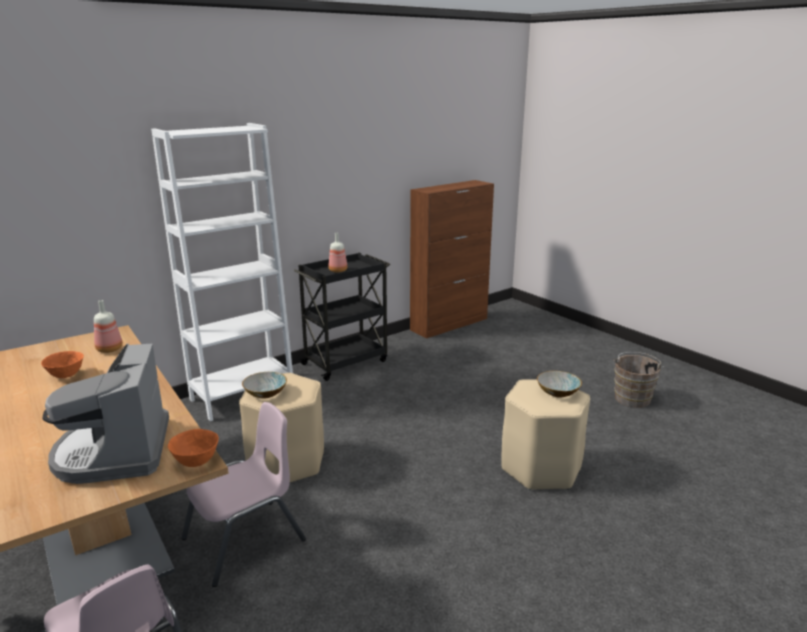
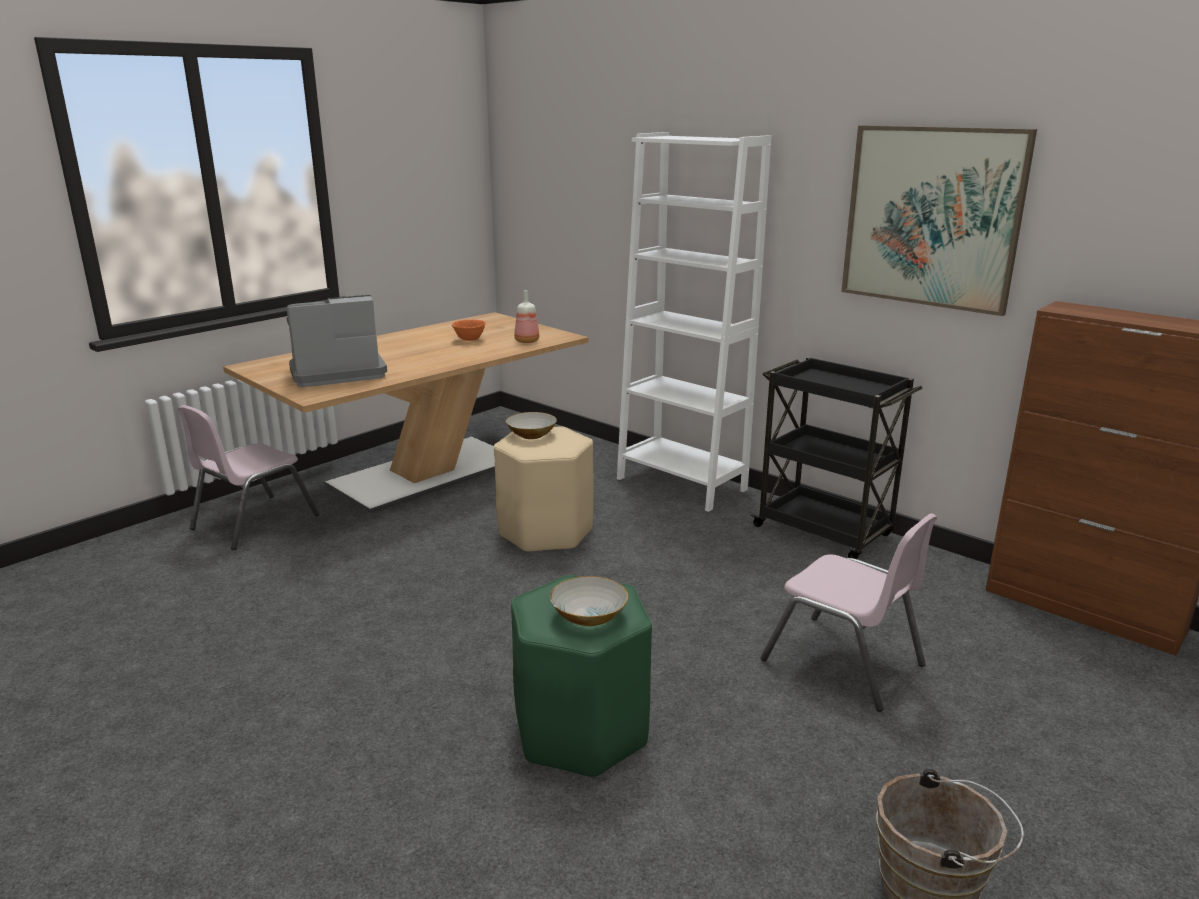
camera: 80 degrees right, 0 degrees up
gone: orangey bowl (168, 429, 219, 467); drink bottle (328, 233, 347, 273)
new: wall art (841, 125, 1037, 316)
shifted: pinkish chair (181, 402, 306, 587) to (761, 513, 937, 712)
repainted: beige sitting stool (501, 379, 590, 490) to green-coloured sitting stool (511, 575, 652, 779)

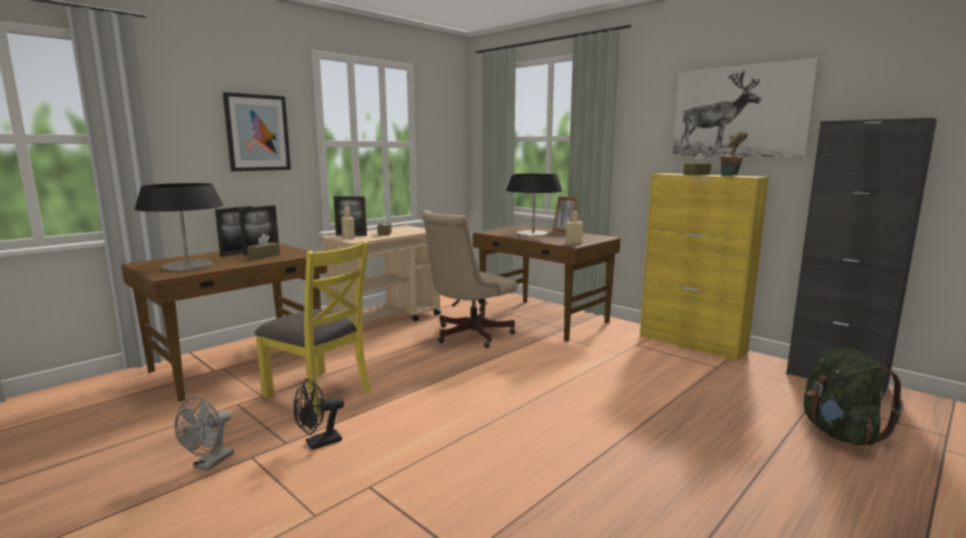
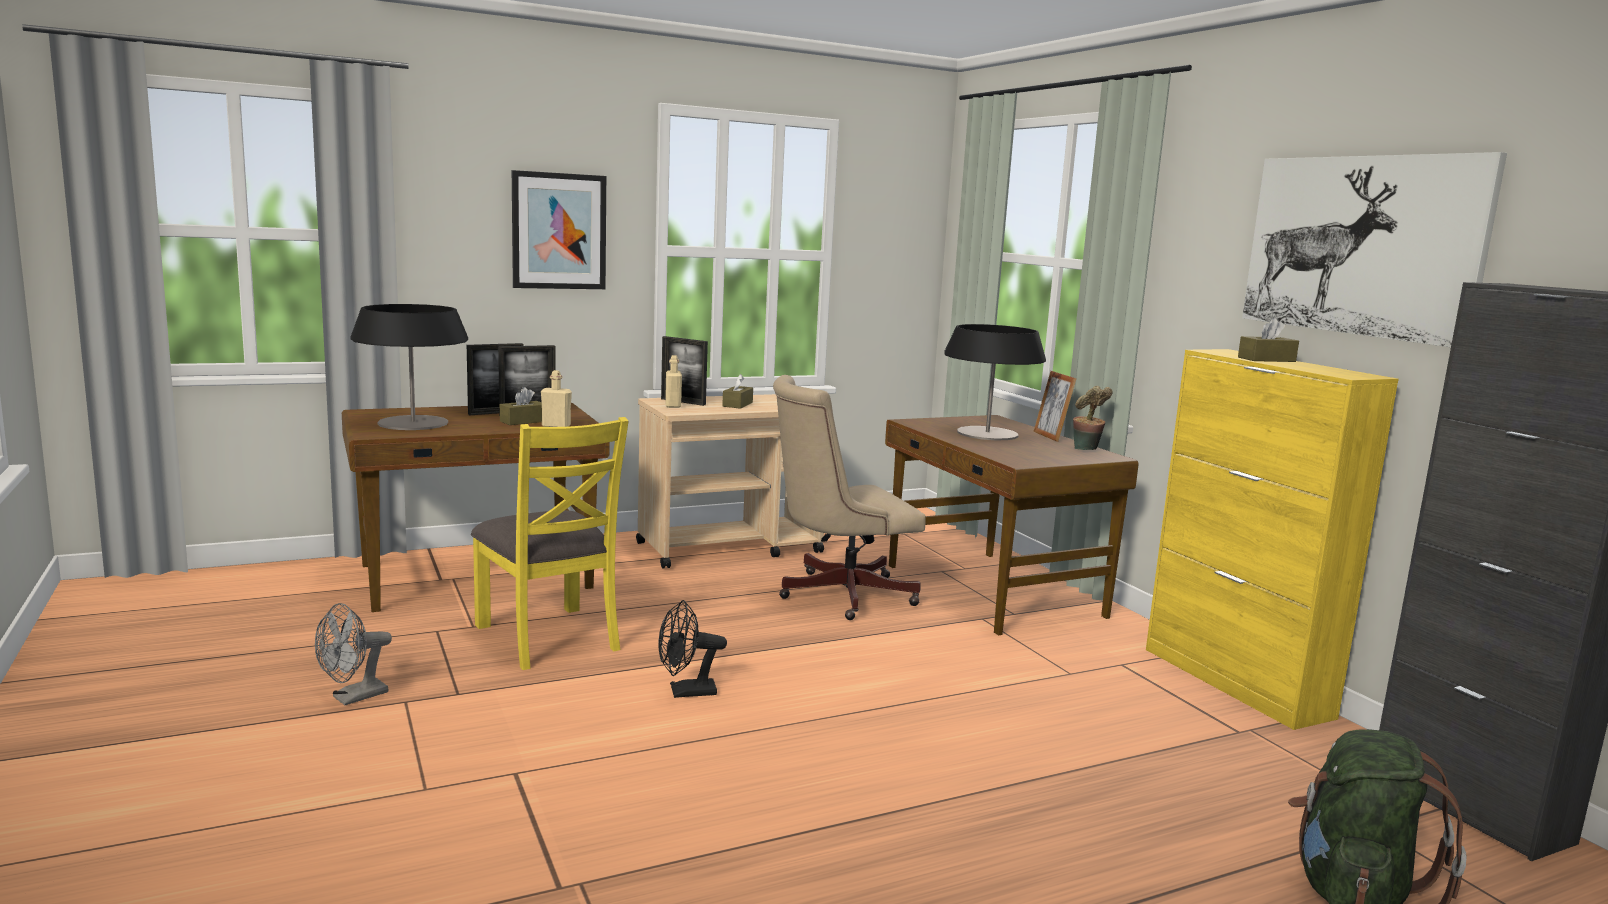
camera: 20 degrees right, 0 degrees up
shifted: black-coloured electric fan (293, 379, 344, 450) to (658, 600, 727, 698); beige drink bottle (566, 211, 583, 245) to (541, 370, 572, 427); potted plant (721, 131, 748, 176) to (1073, 386, 1113, 450)

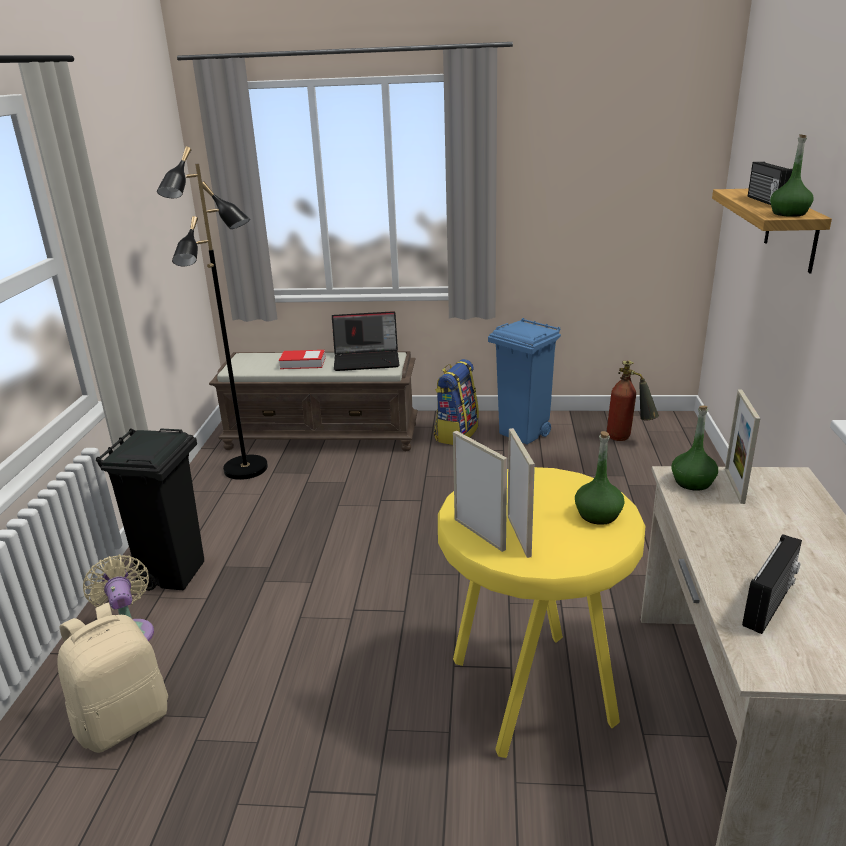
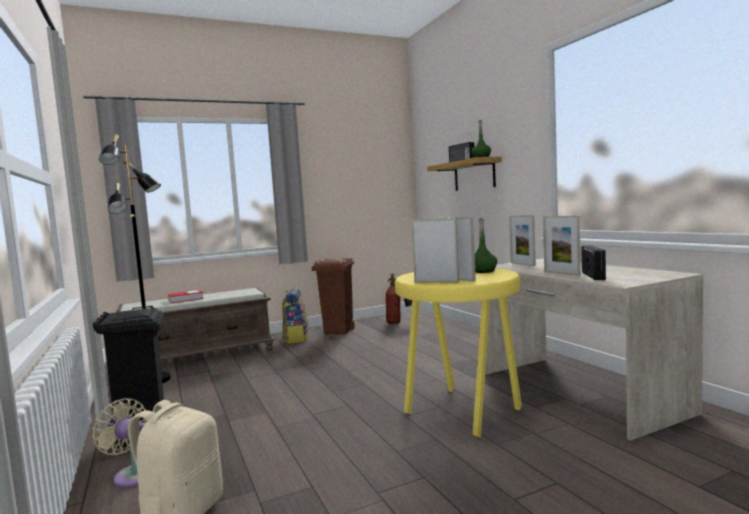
camera: 30 degrees left, 20 degrees down
gone: notebook computer (332, 311, 399, 371); green-coloured drink bottle (671, 405, 718, 491)
new: picture frame (543, 216, 581, 276)
repainted: blue-coloured waste bin (488, 318, 561, 444) to brownish waste bin (312, 258, 355, 334)

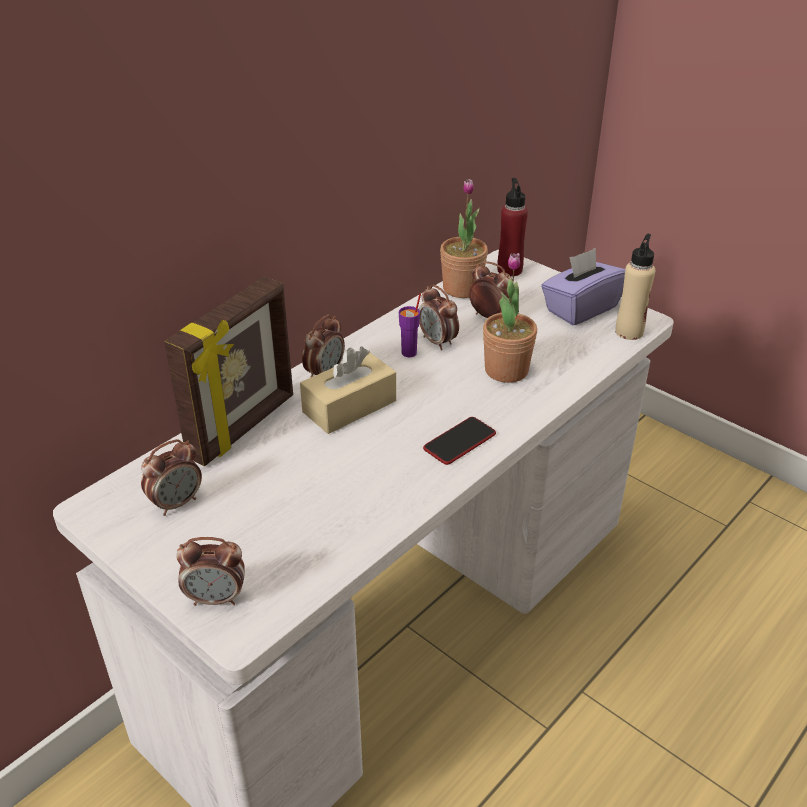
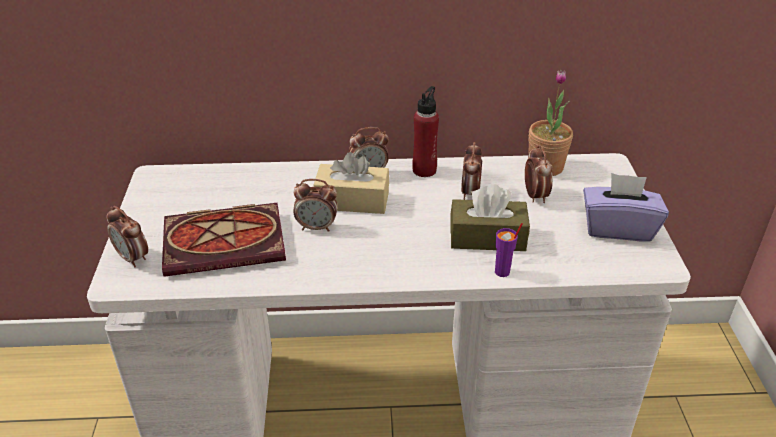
camera: 45 degrees right, 0 degrees up
gone: picture frame (164, 277, 293, 466); telephone (423, 417, 496, 465); beige drink bottle (615, 234, 655, 340)
new: bound book (162, 203, 286, 277)
shifted: table clock (141, 439, 202, 516) to (294, 179, 337, 232); purple cup (399, 293, 421, 357) to (495, 223, 523, 277); reddish drink bottle (497, 178, 528, 277) to (412, 86, 439, 177)
swapped: potted plant (483, 253, 537, 383) to brownish tissue holder (450, 184, 530, 251)

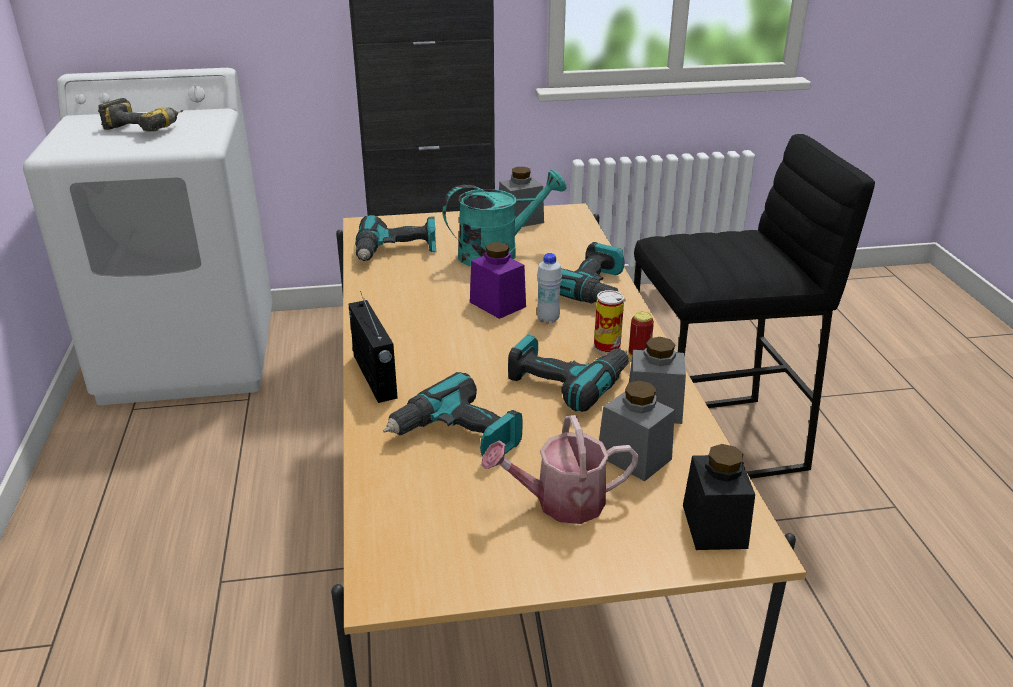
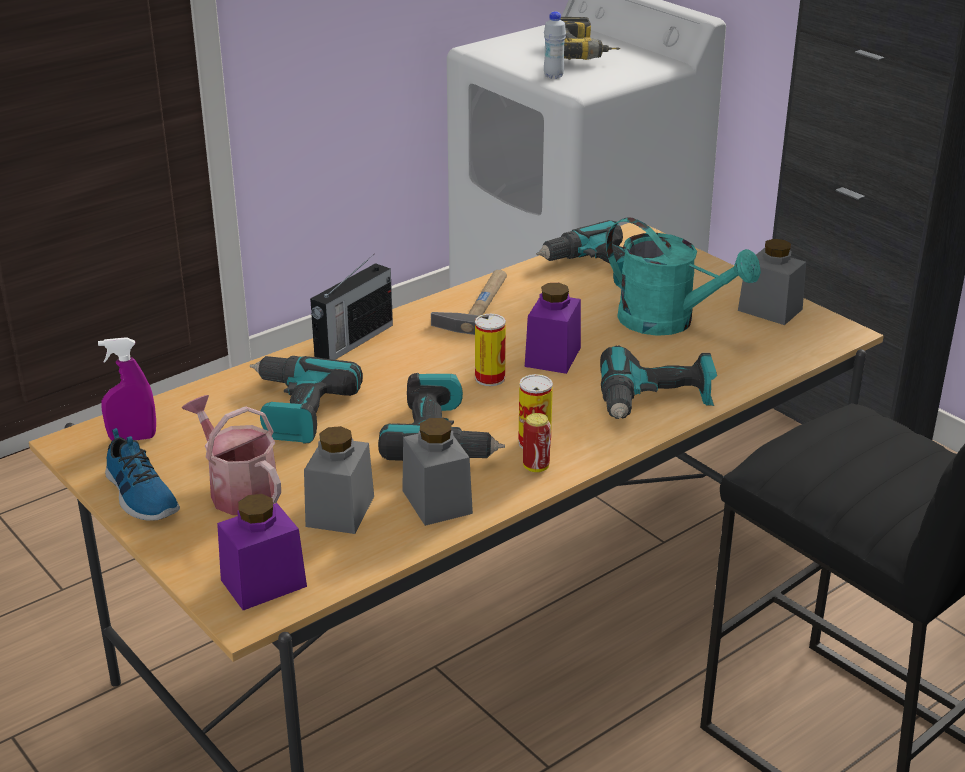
camera: 60 degrees right, 0 degrees up
new: purple hand sprayer (98, 337, 156, 440); item of footwear (105, 428, 180, 521); hammer (431, 270, 507, 335); sealed can (475, 314, 506, 386)
shifted: white drink bottle (537, 253, 562, 324) to (544, 12, 566, 79)
repainted: black-coloured storage jar (683, 444, 755, 550) to purple storage jar (217, 494, 307, 610)

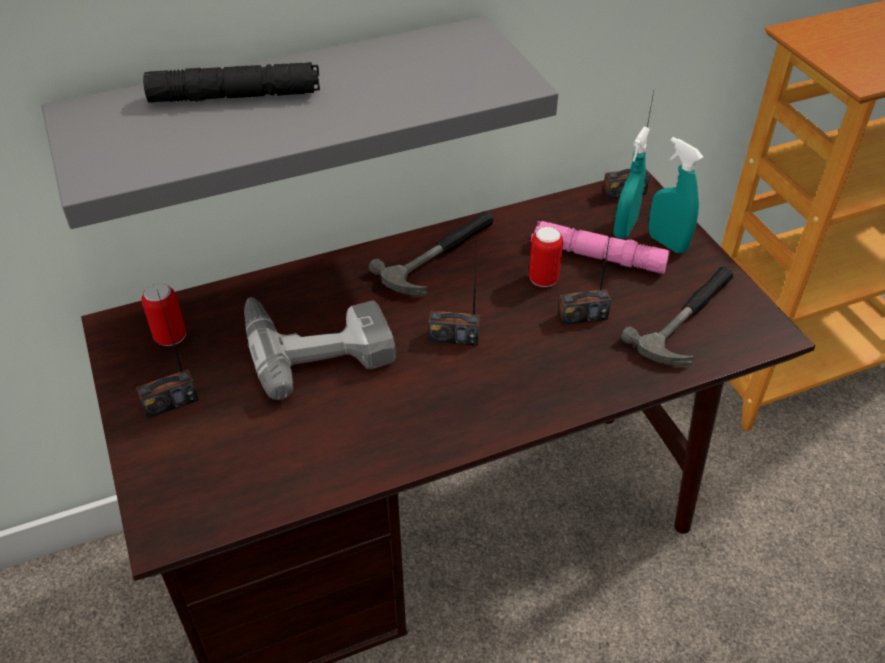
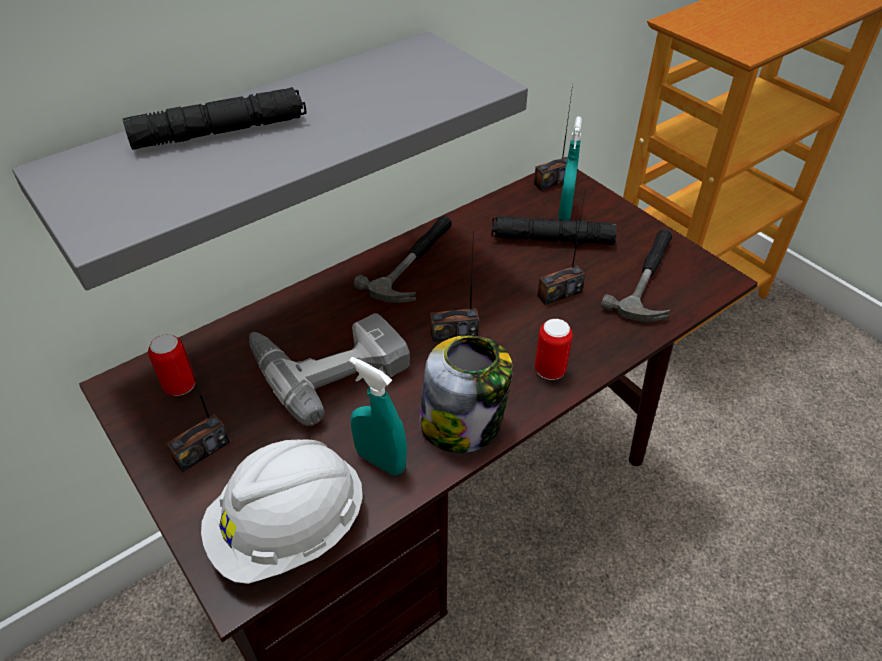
camera: 15 degrees left, 0 degrees up
new: white safety helmet (201, 439, 363, 584); storage jar (419, 335, 513, 453)
shifted: sealed can (529, 227, 563, 287) to (535, 319, 573, 380); blue-green hand sprayer (648, 137, 703, 254) to (349, 357, 407, 476)
repainted: pinkish torch (531, 221, 670, 274) to black-coloured torch (491, 216, 617, 245)

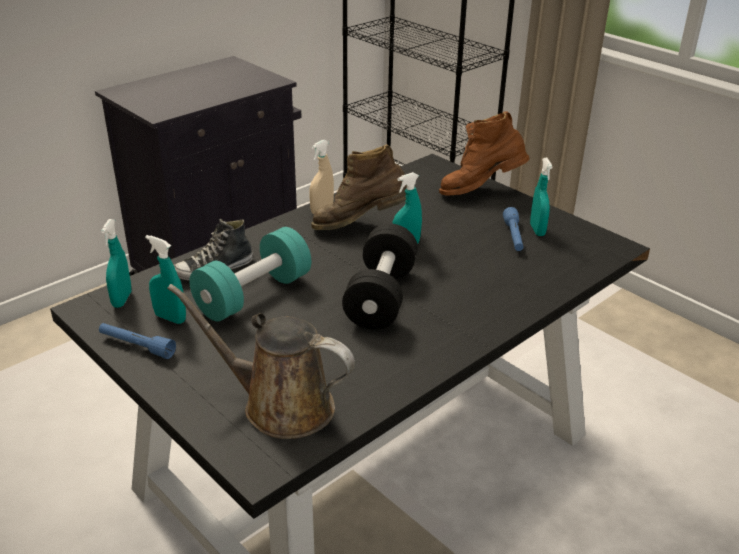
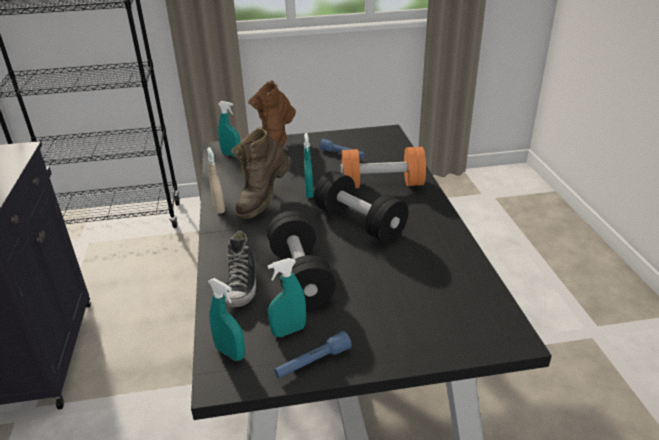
camera: 55 degrees left, 0 degrees up
gone: brownish sprinkling can (167, 284, 355, 439)
new: orangey free weight (340, 147, 426, 188)
shifted: blue-green hand sprayer (530, 158, 553, 236) to (218, 101, 241, 157)
repainted: blue-green free weight (189, 227, 311, 322) to black-coloured free weight (267, 211, 336, 310)

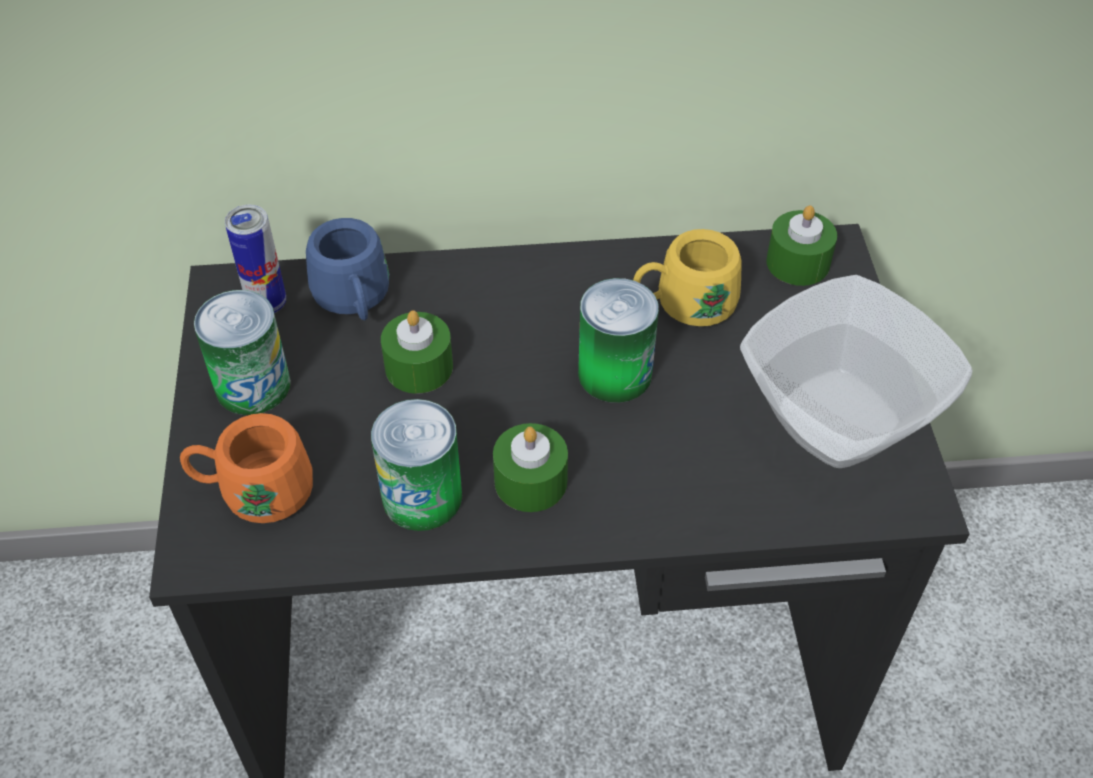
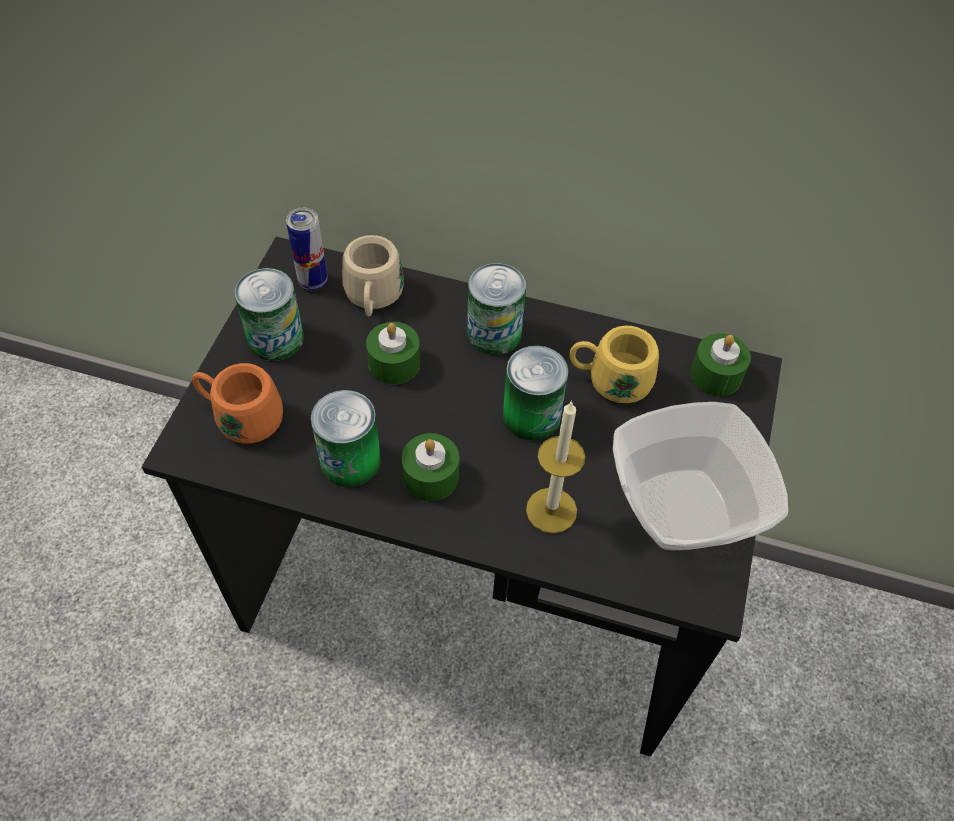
camera: 20 degrees right, 5 degrees up
new: sealed can (467, 263, 526, 355); wax light (526, 400, 585, 534)
repainted: blue-coloured coffee mug (306, 218, 389, 320) to beige coffee mug (342, 235, 404, 317)

